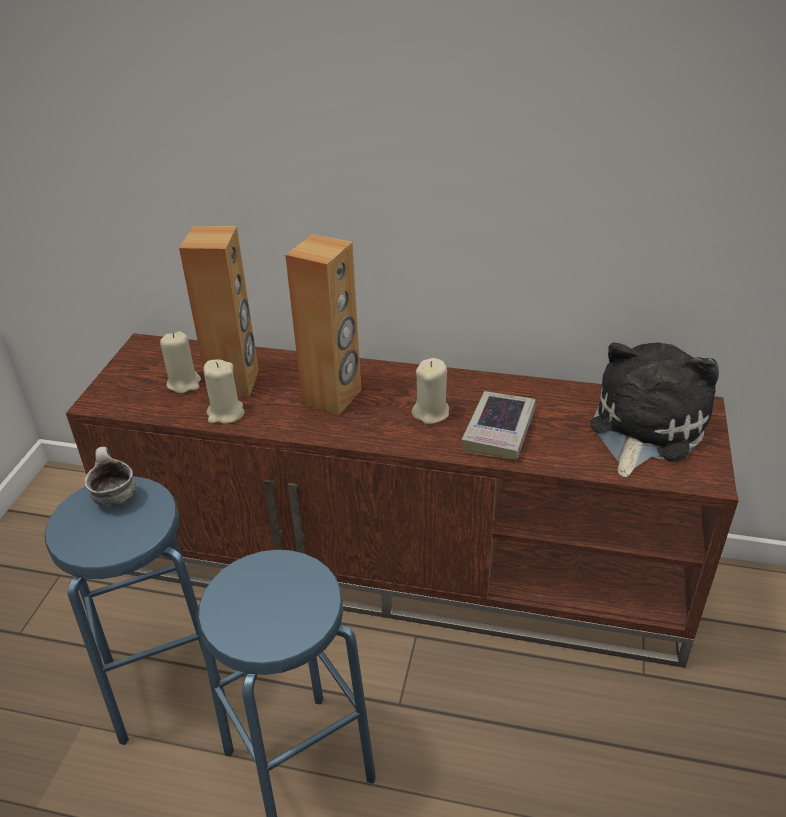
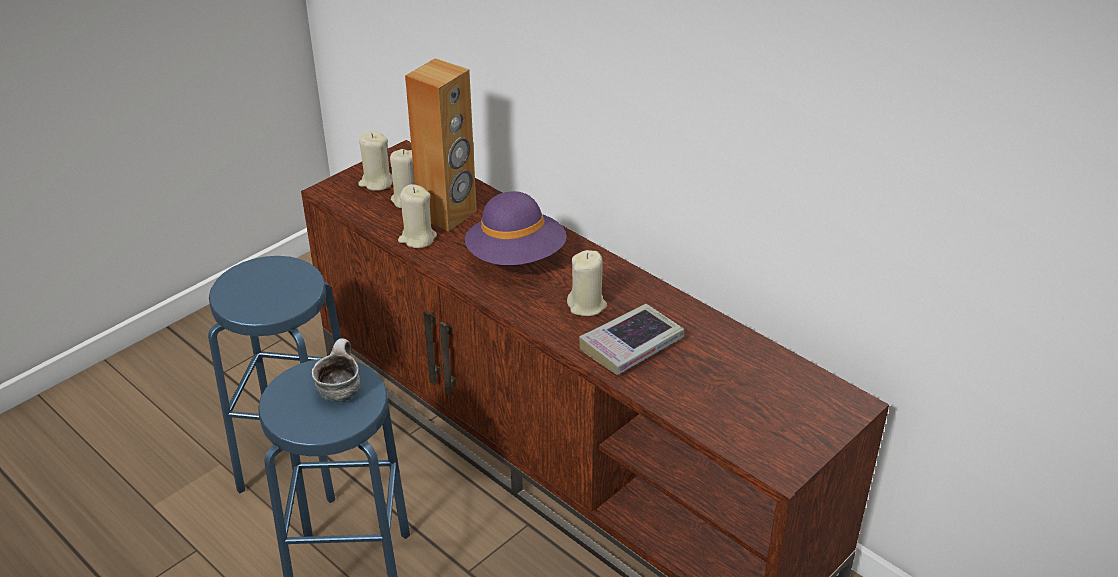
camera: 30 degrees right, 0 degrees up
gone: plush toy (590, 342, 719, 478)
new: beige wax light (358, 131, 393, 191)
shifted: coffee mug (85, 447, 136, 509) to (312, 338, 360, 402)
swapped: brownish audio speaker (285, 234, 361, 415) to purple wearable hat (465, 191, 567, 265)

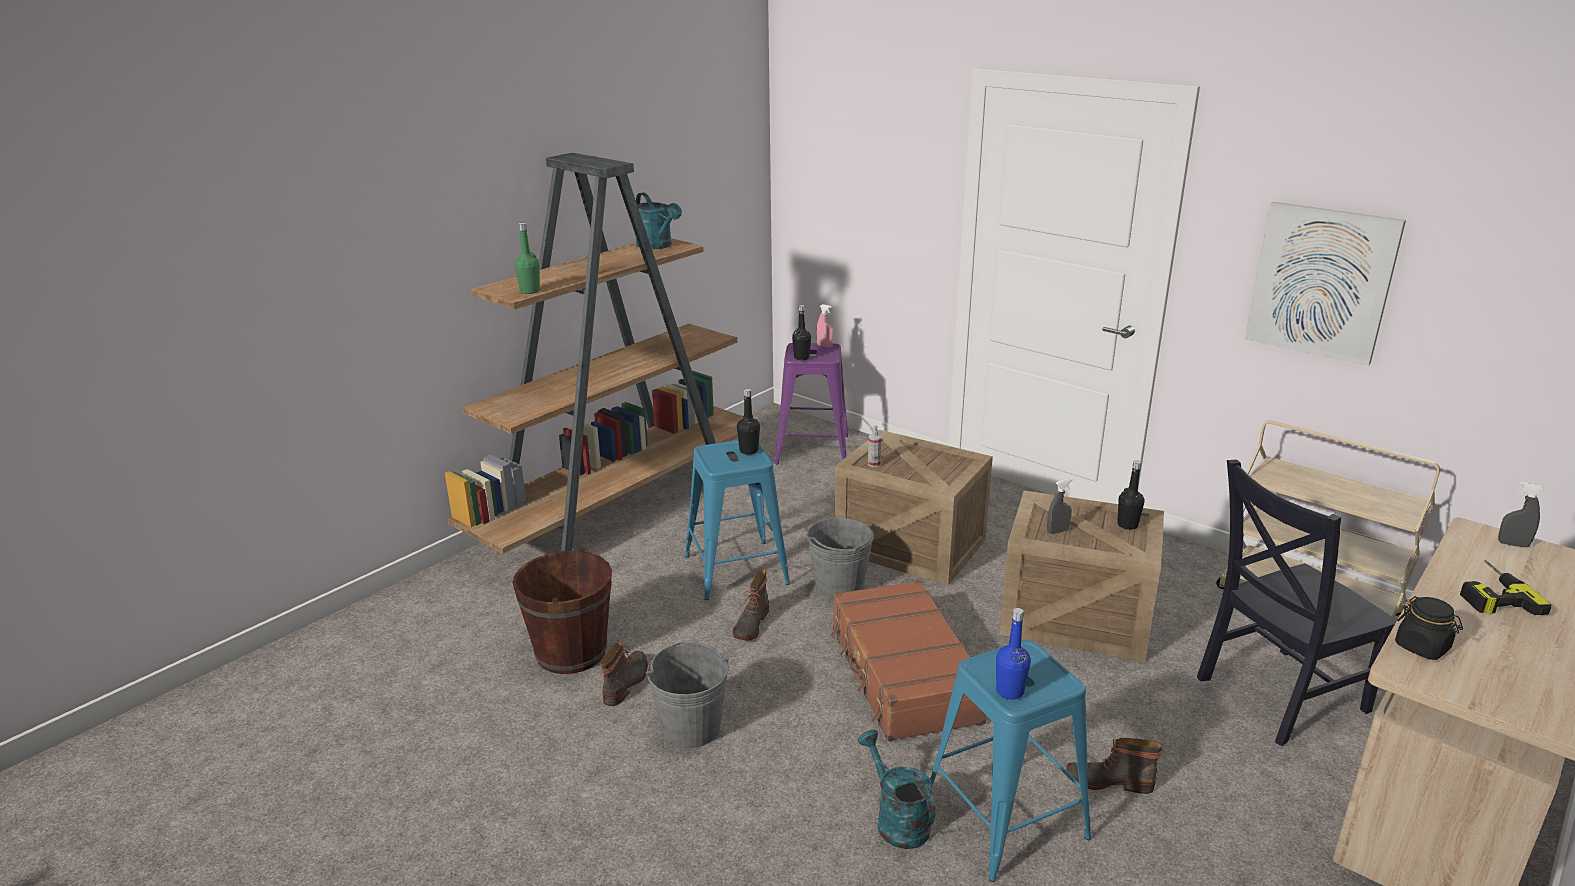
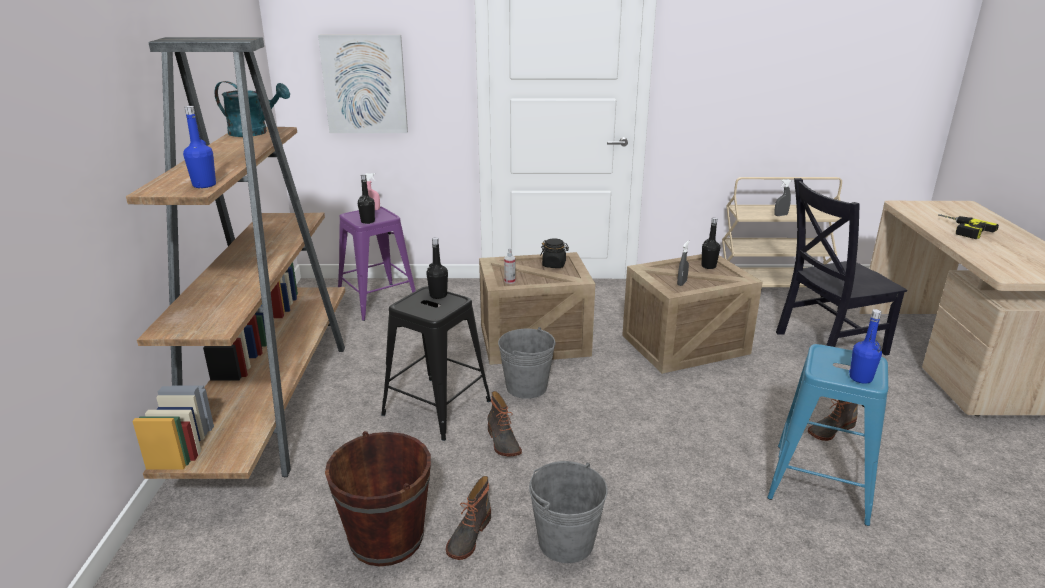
camera: 40 degrees left, 0 degrees up
gone: brownish suitcase (830, 580, 986, 741); blue-green sprinkling can (858, 730, 935, 849)
shifted: wall art (1245, 202, 1406, 366) to (318, 35, 408, 133); black-coloured storage jar (1395, 596, 1463, 660) to (540, 238, 569, 268); gray hand sprayer (1498, 482, 1544, 548) to (774, 179, 791, 216)
repainted: green-coloured drink bottle (515, 223, 540, 294) to blue-coloured drink bottle (183, 106, 216, 188); blue-coloured sitting stool (685, 440, 790, 600) to black-coloured sitting stool (381, 286, 491, 441)
rotated: boot (601, 642, 648, 706) = (446, 476, 491, 560) 135 degrees counterclockwise; black-coloured chair (1197, 460, 1397, 746) = (776, 178, 907, 356) 45 degrees clockwise

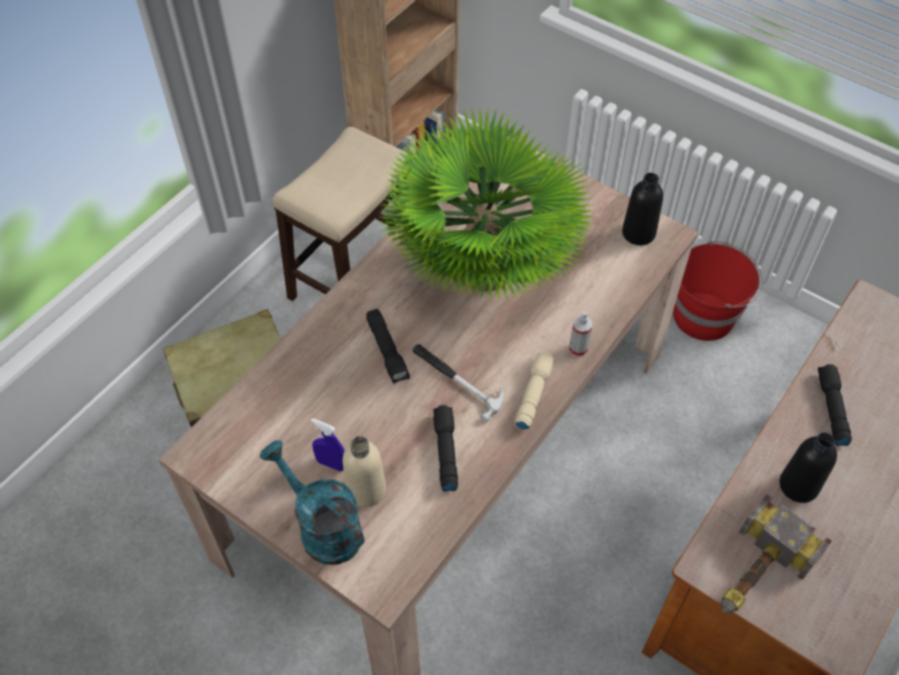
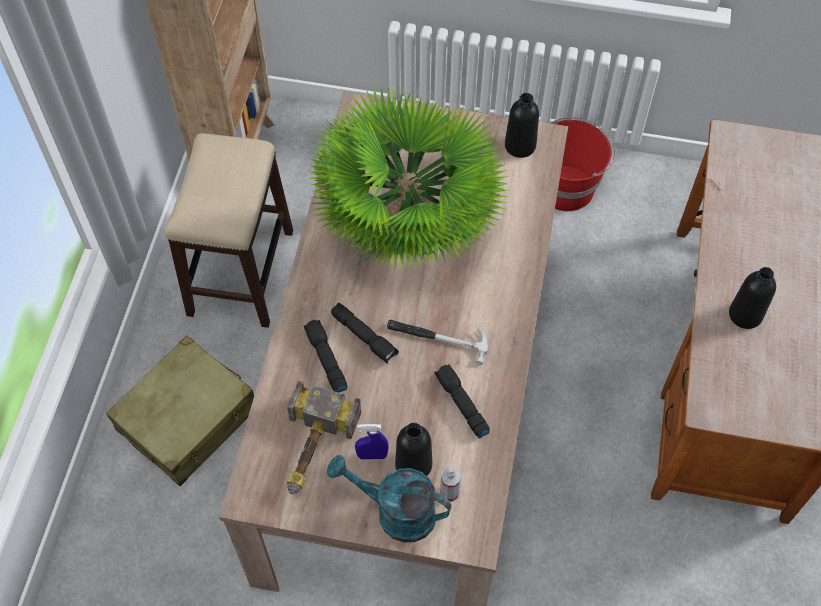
camera: 25 degrees left, 5 degrees up
gone: beige torch (515, 352, 555, 431)
shifted: hand sprayer (569, 311, 592, 357) to (440, 467, 461, 502); hammer (721, 494, 832, 614) to (287, 381, 361, 495); black-coloured torch (818, 364, 852, 446) to (304, 320, 347, 393)
repainted: beige drink bottle (343, 436, 386, 507) to black-coloured drink bottle (395, 423, 432, 476)

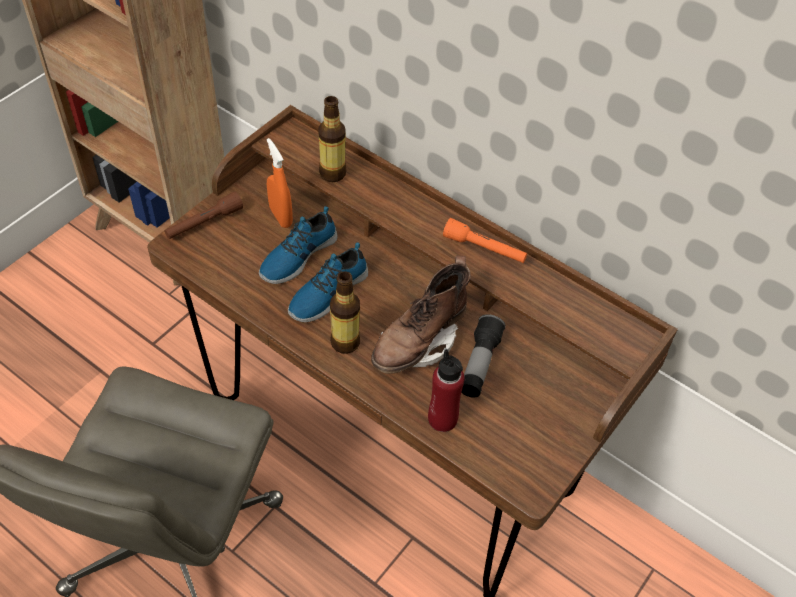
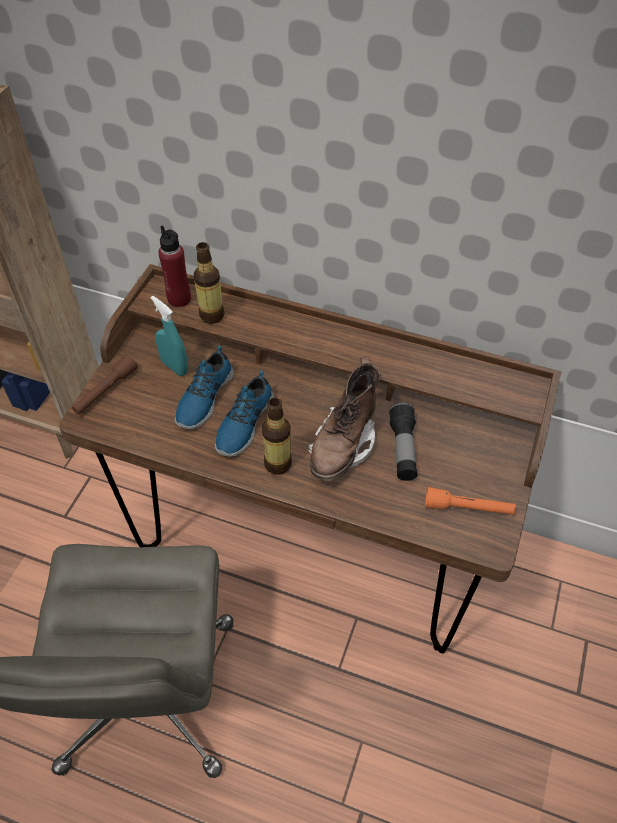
camera: 15 degrees left, 0 degrees up
shifted: reddish drink bottle (428, 349, 465, 432) to (158, 226, 191, 307); orangey torch (443, 218, 527, 263) to (425, 487, 516, 515)
repainted: orangey hand sprayer (267, 138, 293, 228) to blue-green hand sprayer (151, 296, 188, 376)

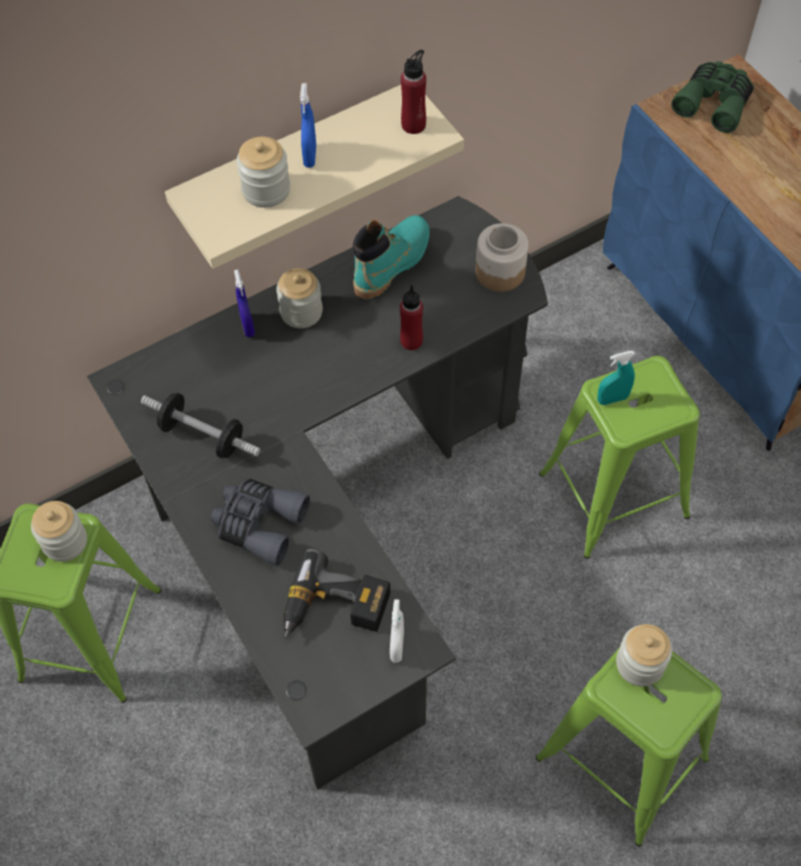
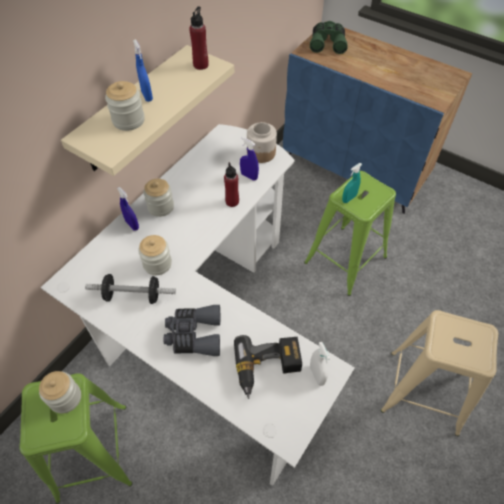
camera: 25 degrees left, 5 degrees down
gone: blue-green boot (353, 215, 429, 299)
new: blue-coloured hand sprayer (240, 137, 259, 181)
shifted: storage jar (616, 624, 672, 686) to (138, 235, 172, 275)
repainted: black-coloured desk (87, 196, 548, 790) to white desk (41, 124, 355, 486); green-coloured sitting stool (536, 647, 722, 847) to beige sitting stool (381, 310, 498, 436)

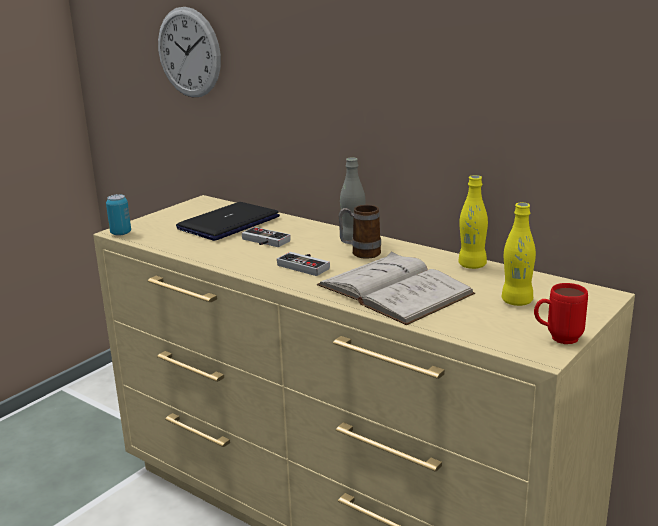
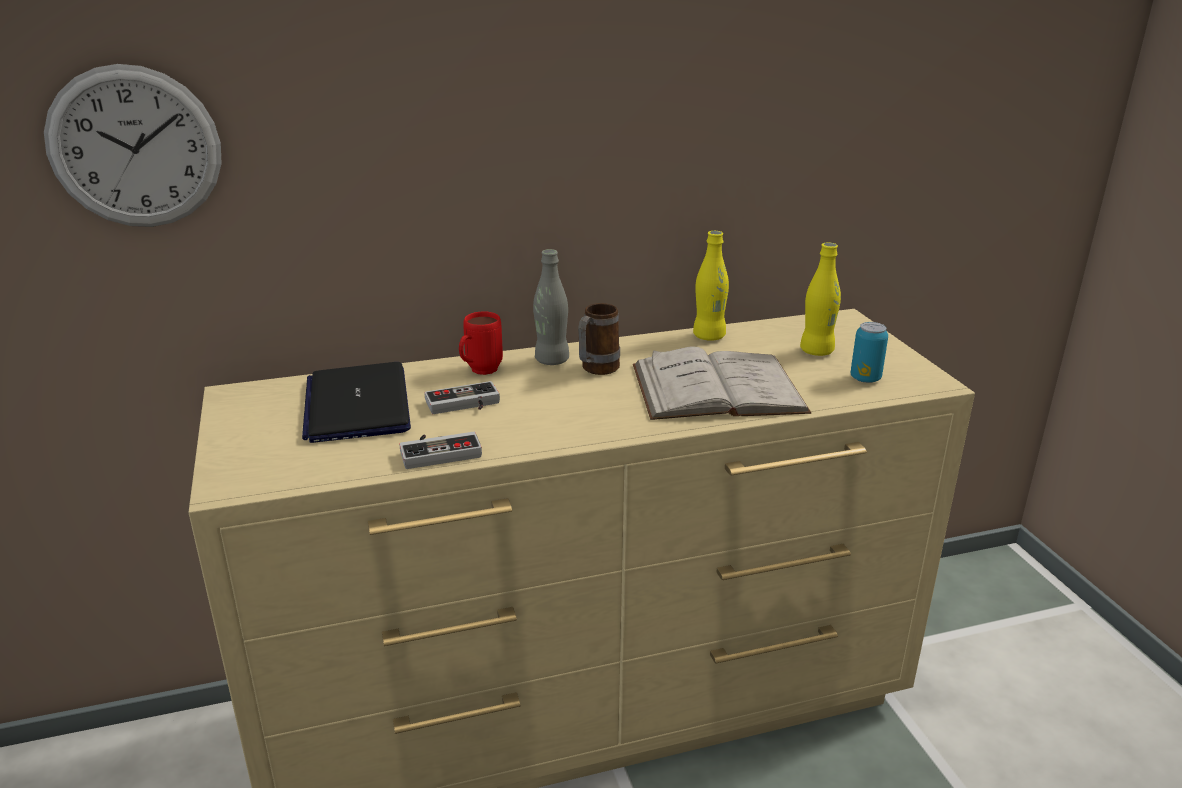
camera: 55 degrees left, 5 degrees up
shifted: sealed can (106, 194, 131, 236) to (850, 322, 888, 383); gamepad (277, 252, 330, 276) to (399, 432, 482, 469); reddish coffee mug (534, 283, 588, 344) to (459, 311, 503, 375)

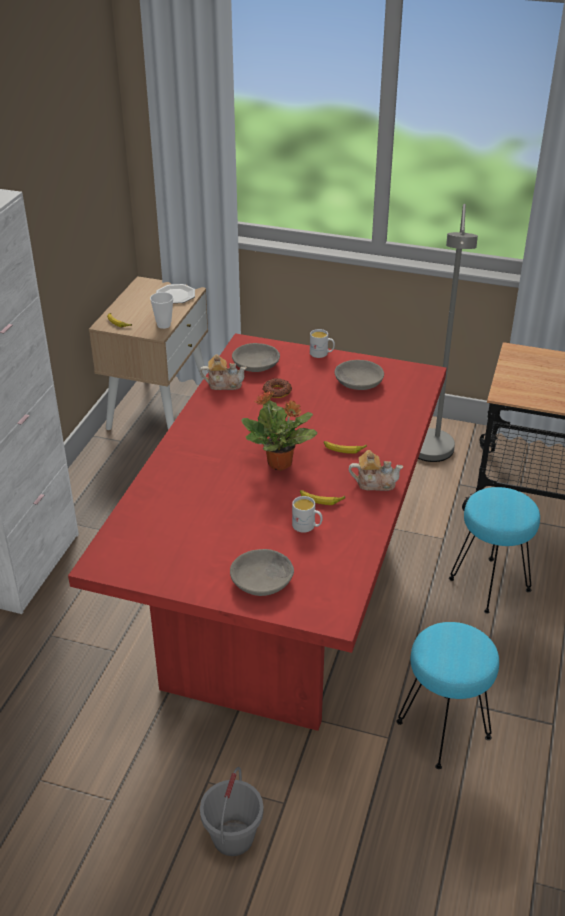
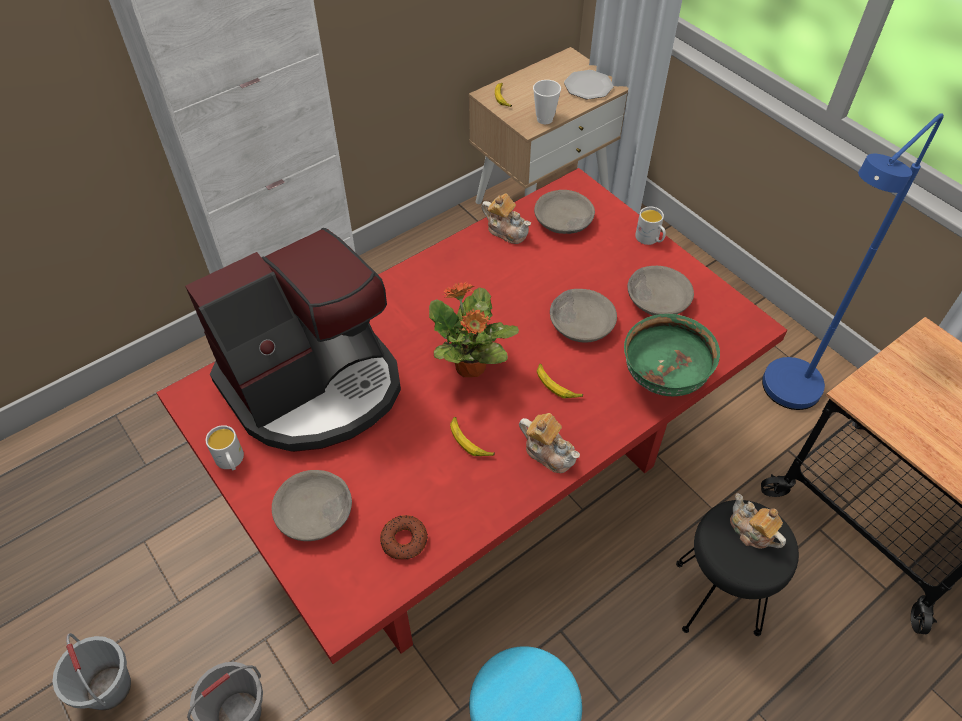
camera: 35 degrees right, 15 degrees up
new: gray water bucket (52, 633, 131, 710); coffee maker (185, 228, 401, 452); gray bowl (550, 289, 617, 342); green-coloured bowl (624, 314, 720, 396); teapot (730, 493, 786, 549)
shifted: donut (262, 378, 292, 398) to (380, 515, 428, 559); white coffee mug (292, 496, 323, 533) to (206, 425, 244, 470)
repainted: gray standing lamp (418, 204, 478, 462) to blue-coloured standing lamp (762, 113, 944, 410); blue-green sitting stool (449, 487, 540, 614) to black-coloured sitting stool (676, 500, 799, 636)

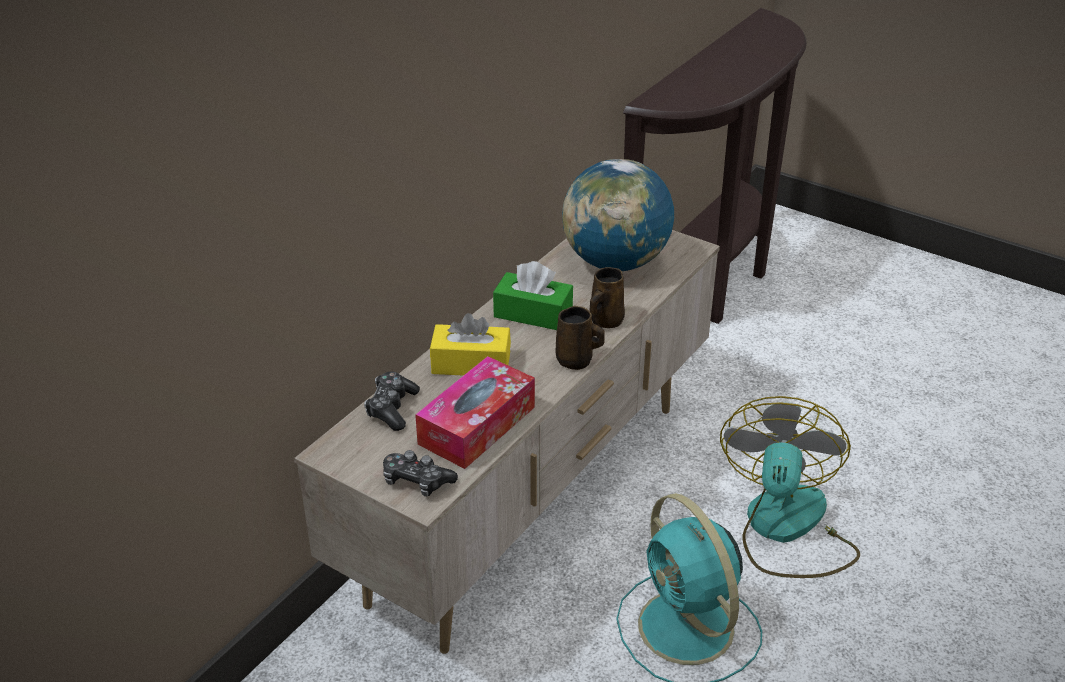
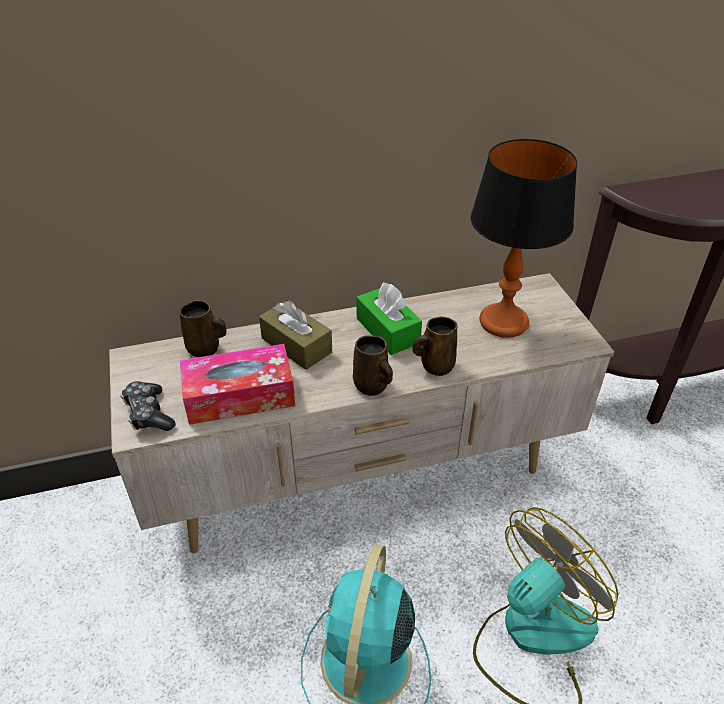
camera: 40 degrees right, 5 degrees up
swapped: gamepad (364, 372, 420, 431) to brownish coffee mug (180, 300, 227, 357); world globe (562, 159, 674, 271) to lamp for a table (470, 139, 577, 338)
repainted: yellow tissue holder (430, 313, 511, 376) to brownish tissue holder (259, 301, 332, 370)

